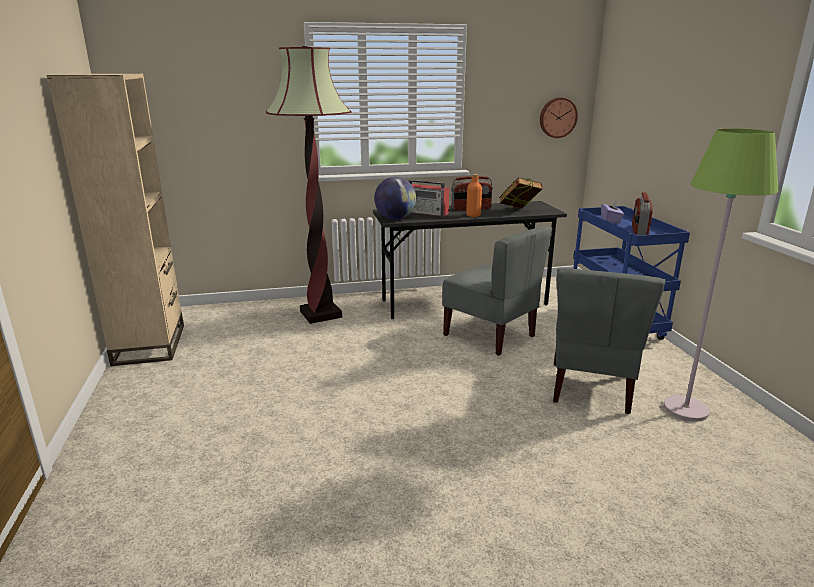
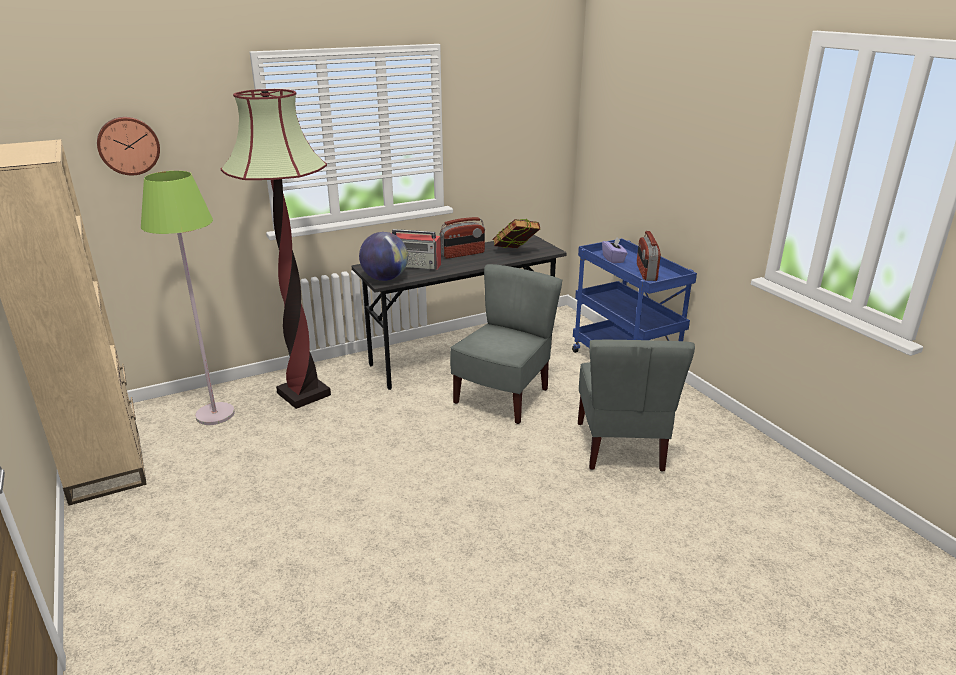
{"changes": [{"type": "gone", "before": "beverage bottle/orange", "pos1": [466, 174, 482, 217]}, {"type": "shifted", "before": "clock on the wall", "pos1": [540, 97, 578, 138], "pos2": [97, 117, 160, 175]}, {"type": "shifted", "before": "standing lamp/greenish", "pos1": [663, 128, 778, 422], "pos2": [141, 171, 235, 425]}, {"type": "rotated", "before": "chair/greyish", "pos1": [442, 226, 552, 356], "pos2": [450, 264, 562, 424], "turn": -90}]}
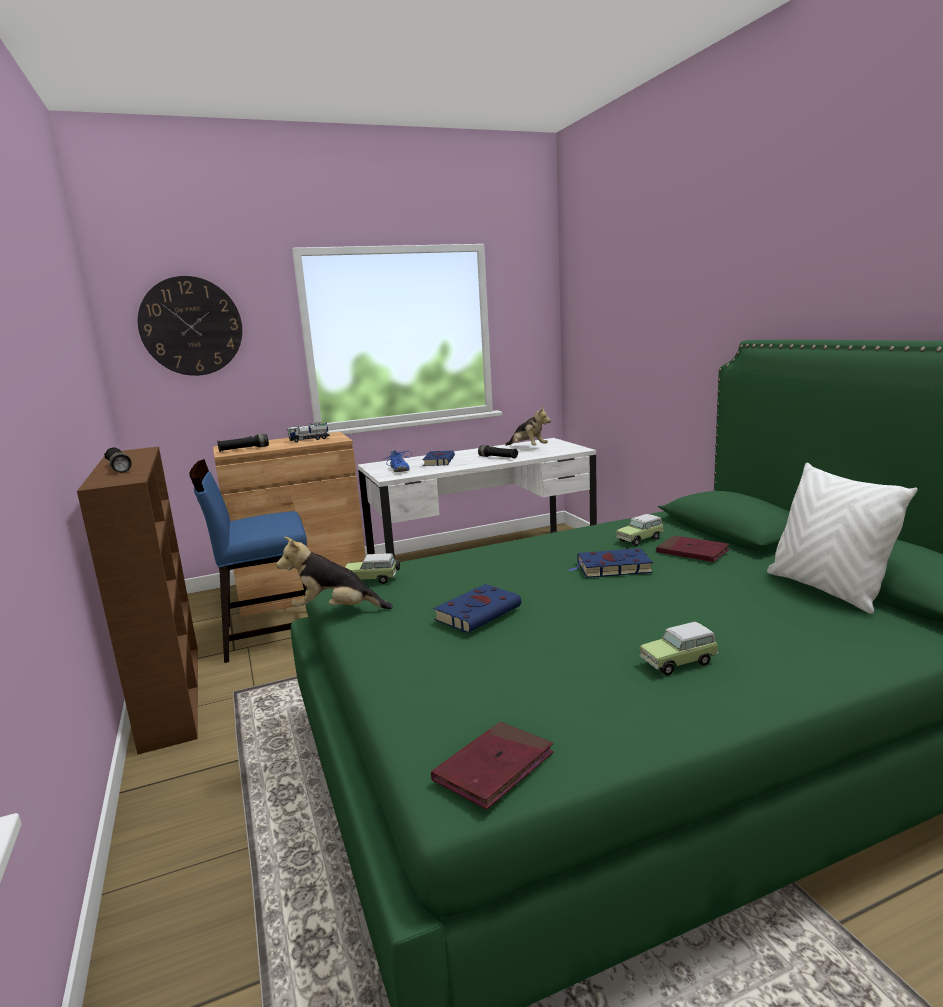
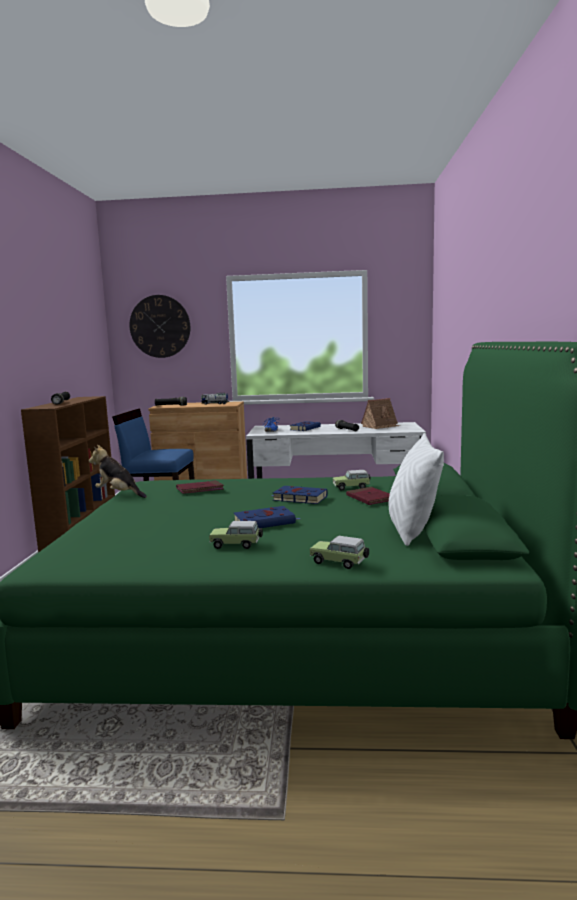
{"changes": [{"type": "shifted", "before": "toy car", "pos1": [345, 553, 400, 584], "pos2": [309, 536, 369, 569]}, {"type": "shifted", "before": "book/red-coloured", "pos1": [431, 722, 554, 810], "pos2": [176, 480, 224, 494]}, {"type": "shifted", "before": "book/blue-coloured", "pos1": [434, 584, 521, 633], "pos2": [234, 506, 300, 528]}, {"type": "swapped", "before": "plush toy", "after": "miniature house", "pos1": [505, 406, 551, 446], "pos2": [361, 398, 400, 429]}]}
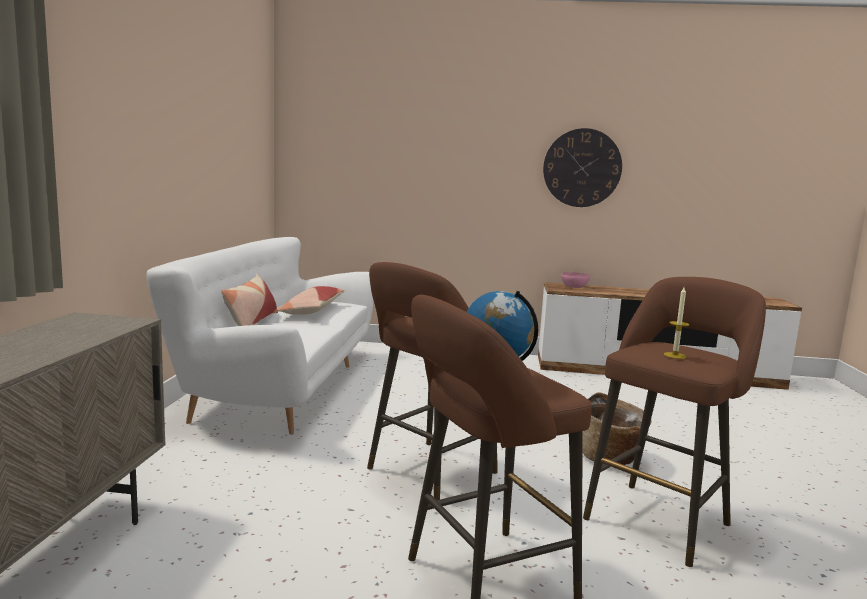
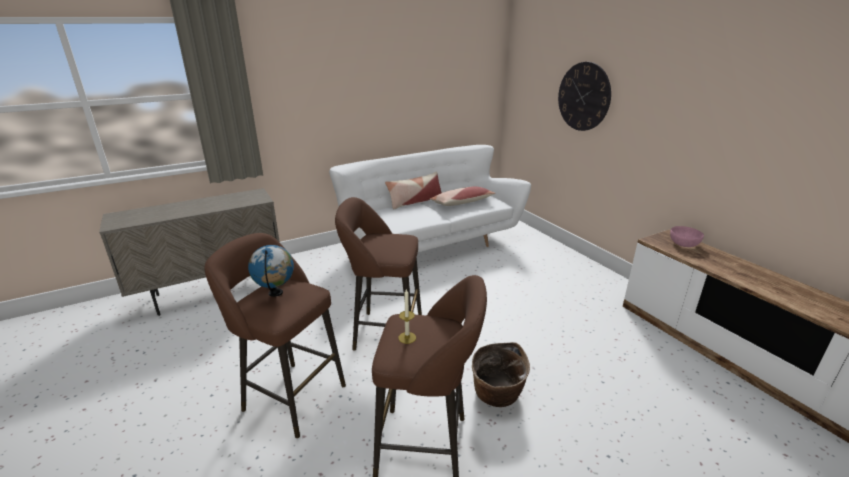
{"changes": [{"type": "shifted", "before": "clock on the wall", "pos1": [543, 128, 622, 207], "pos2": [558, 62, 611, 131]}]}
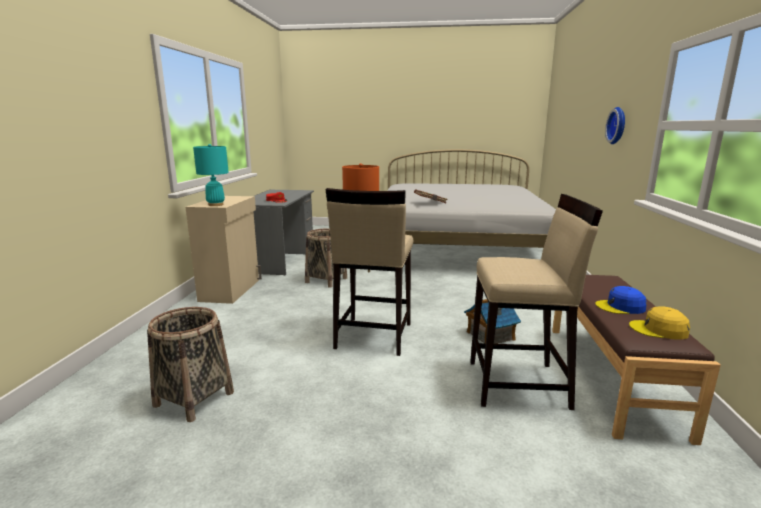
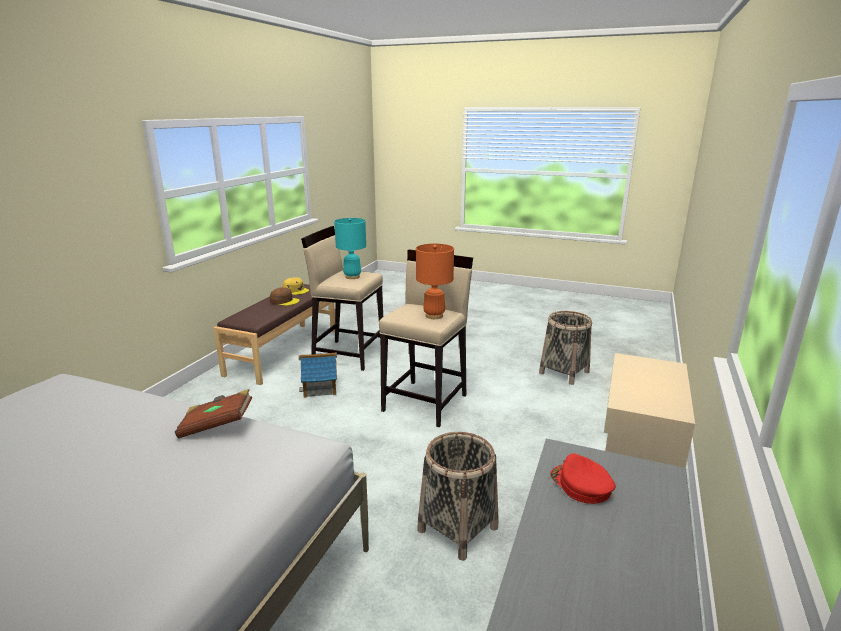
{"changes": [{"type": "gone", "before": "clock on the wall", "pos1": [605, 107, 625, 144]}, {"type": "shifted", "before": "tabletop lamp/turquoise", "pos1": [193, 144, 229, 206], "pos2": [334, 218, 366, 279]}, {"type": "repainted", "before": "baseball cap/blue-coloured", "after": "baseball cap/brownish", "pos1": [595, 286, 647, 314], "pos2": [270, 287, 300, 306]}]}
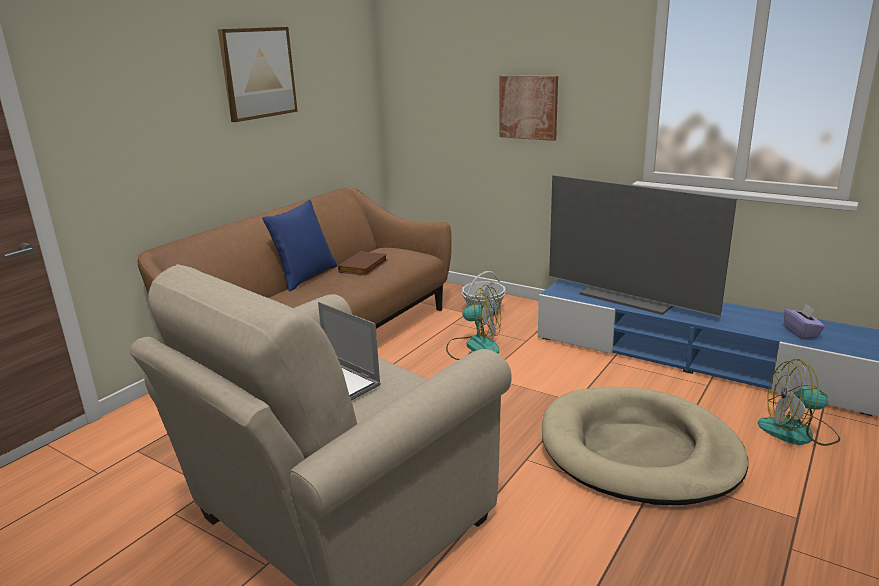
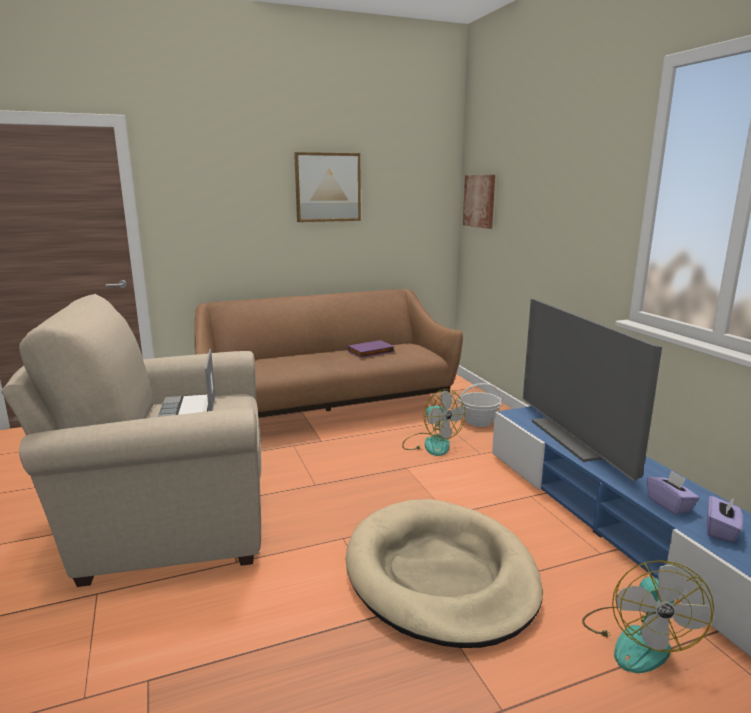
{"changes": [{"type": "gone", "before": "cushion/blue-coloured", "pos1": [262, 200, 337, 292]}, {"type": "new", "after": "box of tissues/purple", "pos2": [647, 471, 700, 515]}, {"type": "shifted", "before": "wall picture", "pos1": [500, 75, 558, 141], "pos2": [463, 175, 495, 229]}, {"type": "repainted", "before": "book/brownish", "after": "book/purple", "pos1": [338, 251, 387, 276], "pos2": [348, 340, 395, 358]}, {"type": "rotated", "before": "fan", "pos1": [758, 359, 840, 446], "pos2": [582, 560, 714, 673], "turn": -120}]}
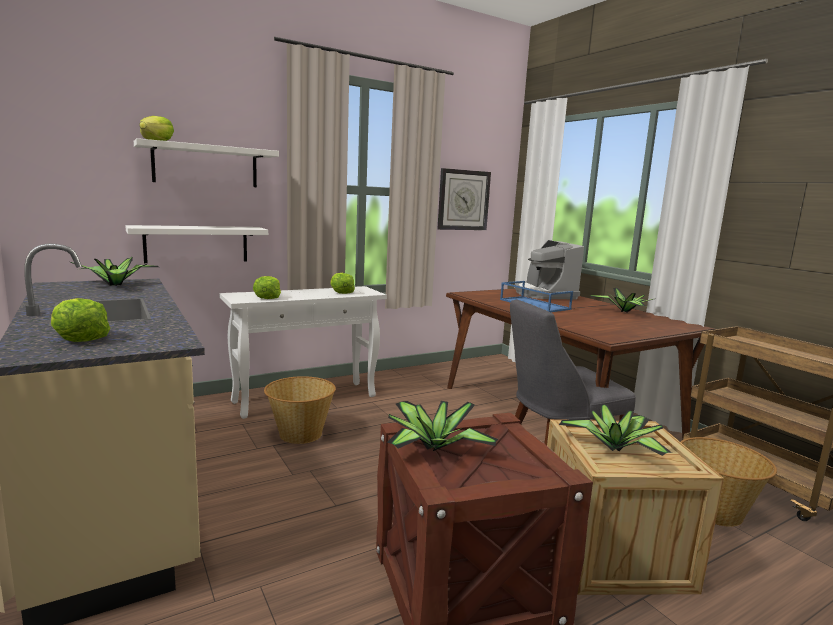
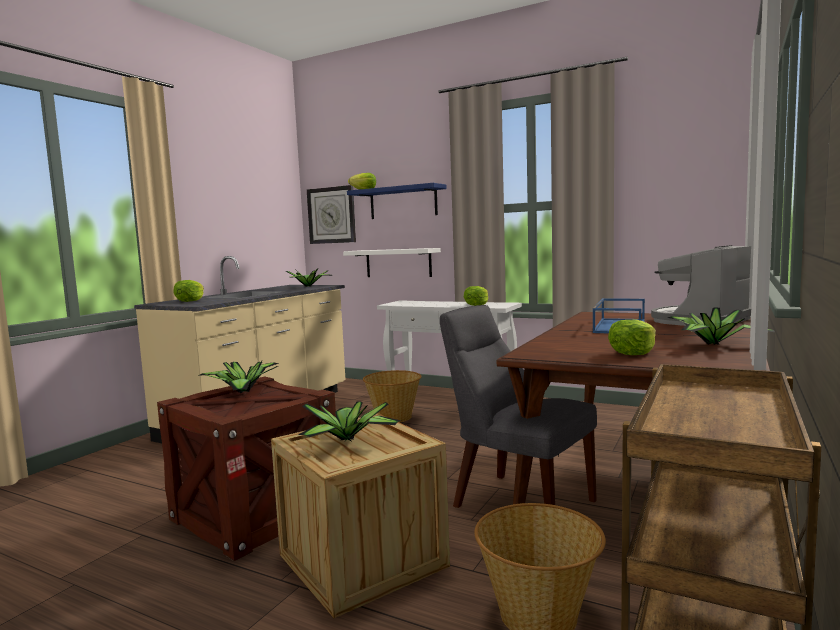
{"changes": [{"type": "shifted", "before": "lettuce head", "pos1": [253, 276, 281, 299], "pos2": [608, 319, 656, 355]}, {"type": "shifted", "before": "clock on the wall", "pos1": [438, 168, 491, 230], "pos2": [307, 185, 356, 244]}, {"type": "repainted", "before": "wall shelf/white-coloured", "after": "wall shelf/blue-coloured", "pos1": [134, 138, 279, 187], "pos2": [347, 183, 447, 219]}]}
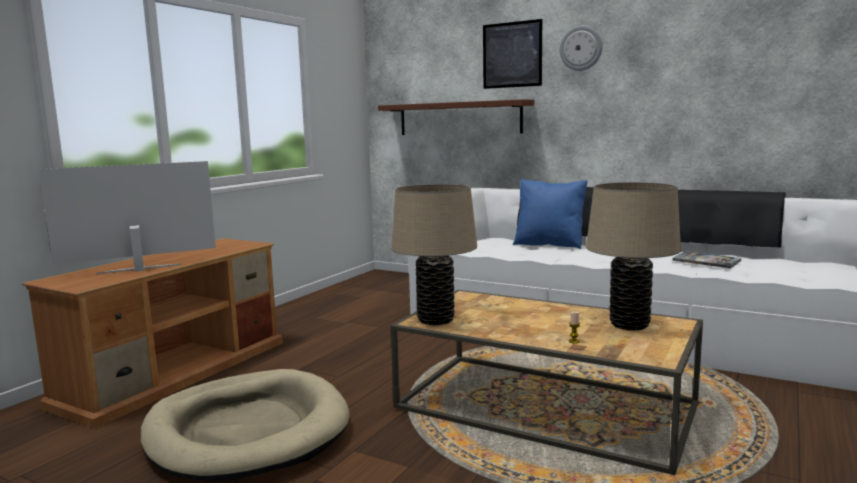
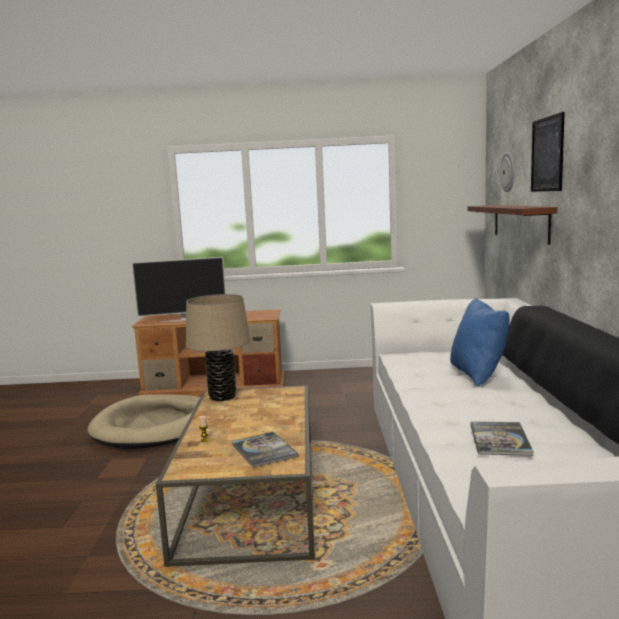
{"changes": [{"type": "shifted", "before": "clock on the wall", "pos1": [560, 25, 602, 71], "pos2": [500, 152, 515, 192]}, {"type": "swapped", "before": "tabletop lamp/beige-coloured", "after": "book", "pos1": [586, 182, 681, 330], "pos2": [232, 432, 298, 468]}, {"type": "rotated", "before": "TV set", "pos1": [39, 161, 216, 274], "pos2": [132, 257, 226, 322], "turn": 135}]}
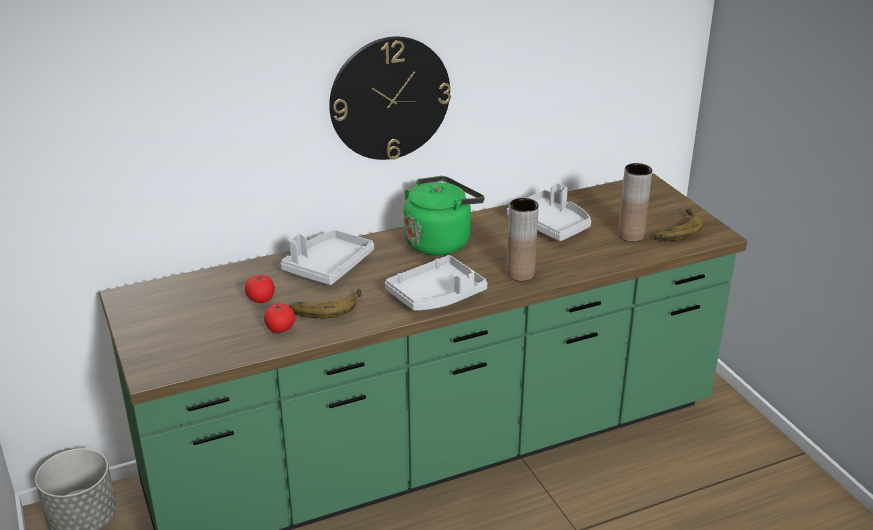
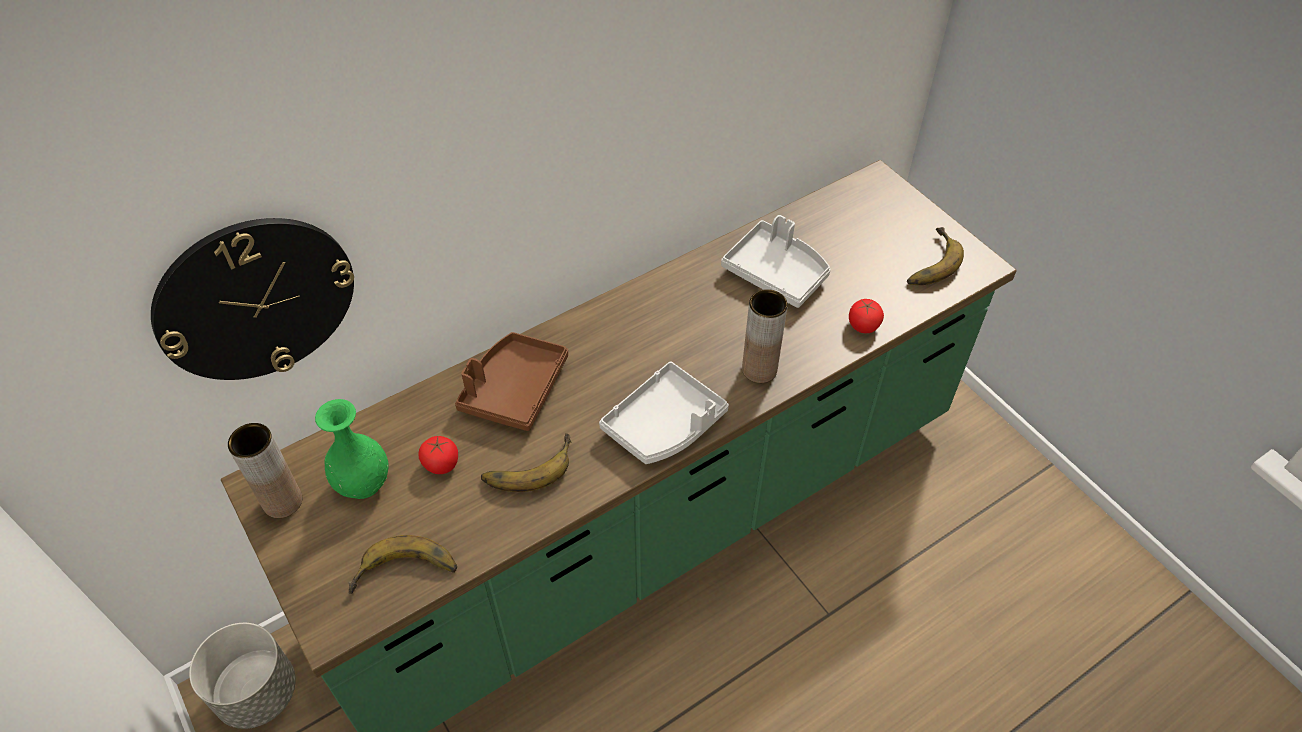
{"changes": [{"type": "gone", "before": "tea kettle/greenish", "pos1": [403, 176, 485, 256]}, {"type": "new", "after": "decorative vase/greenish", "pos2": [315, 399, 389, 499]}, {"type": "new", "after": "banana fruit", "pos2": [348, 535, 457, 594]}, {"type": "shifted", "before": "whole tomato", "pos1": [264, 303, 295, 333], "pos2": [849, 299, 884, 333]}, {"type": "shifted", "before": "clock on the wall", "pos1": [329, 37, 451, 160], "pos2": [151, 218, 354, 380]}, {"type": "shifted", "before": "decorative vase/brownish", "pos1": [618, 163, 652, 242], "pos2": [228, 423, 302, 518]}, {"type": "repainted", "before": "tray/greyish", "after": "tray/brownish", "pos1": [281, 230, 374, 285], "pos2": [455, 332, 568, 431]}]}
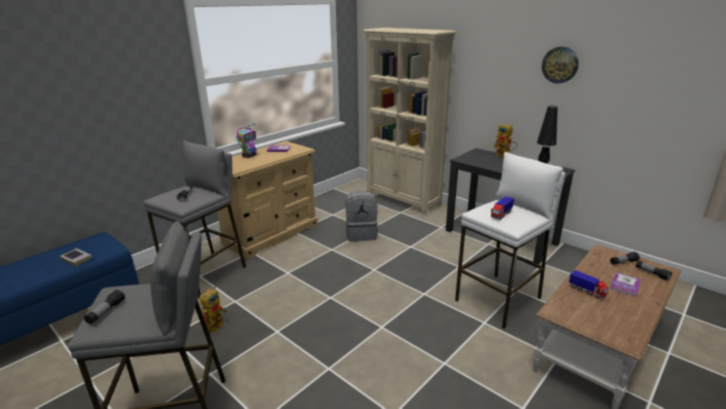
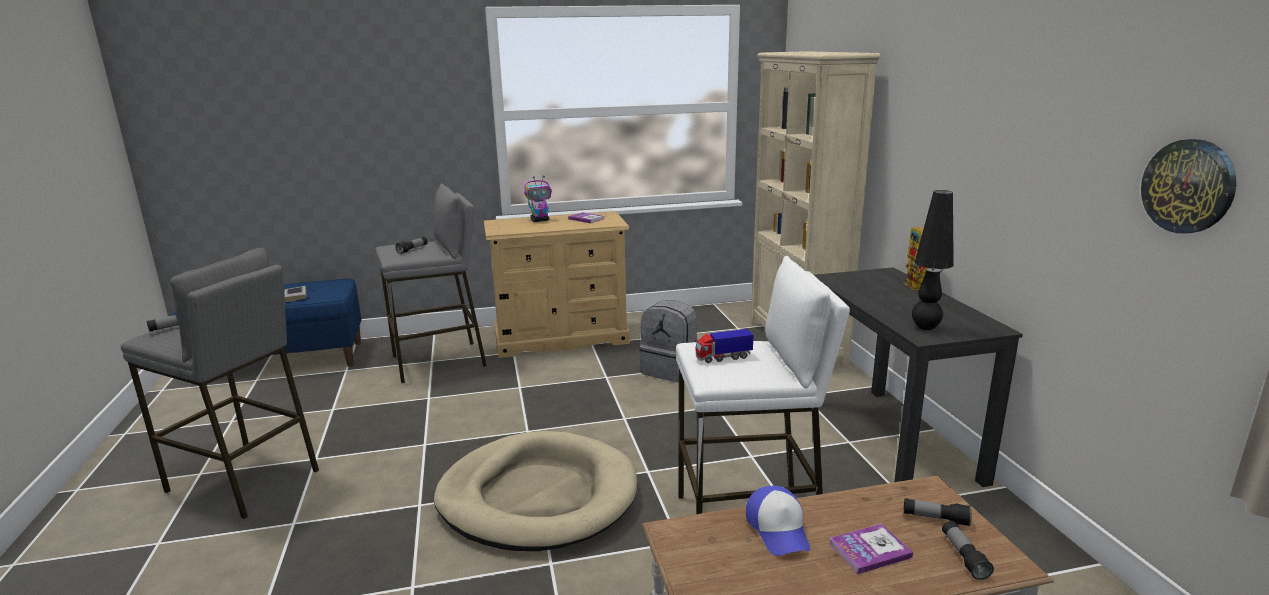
{"changes": [{"type": "gone", "before": "robot figure", "pos1": [199, 286, 227, 333]}, {"type": "new", "after": "dog cushion/beige-coloured", "pos2": [434, 431, 637, 551]}, {"type": "shifted", "before": "clock on the wall", "pos1": [542, 47, 579, 84], "pos2": [1141, 139, 1236, 233]}, {"type": "swapped", "before": "model truck", "after": "baseball cap", "pos1": [569, 270, 608, 299], "pos2": [746, 486, 810, 556]}]}
